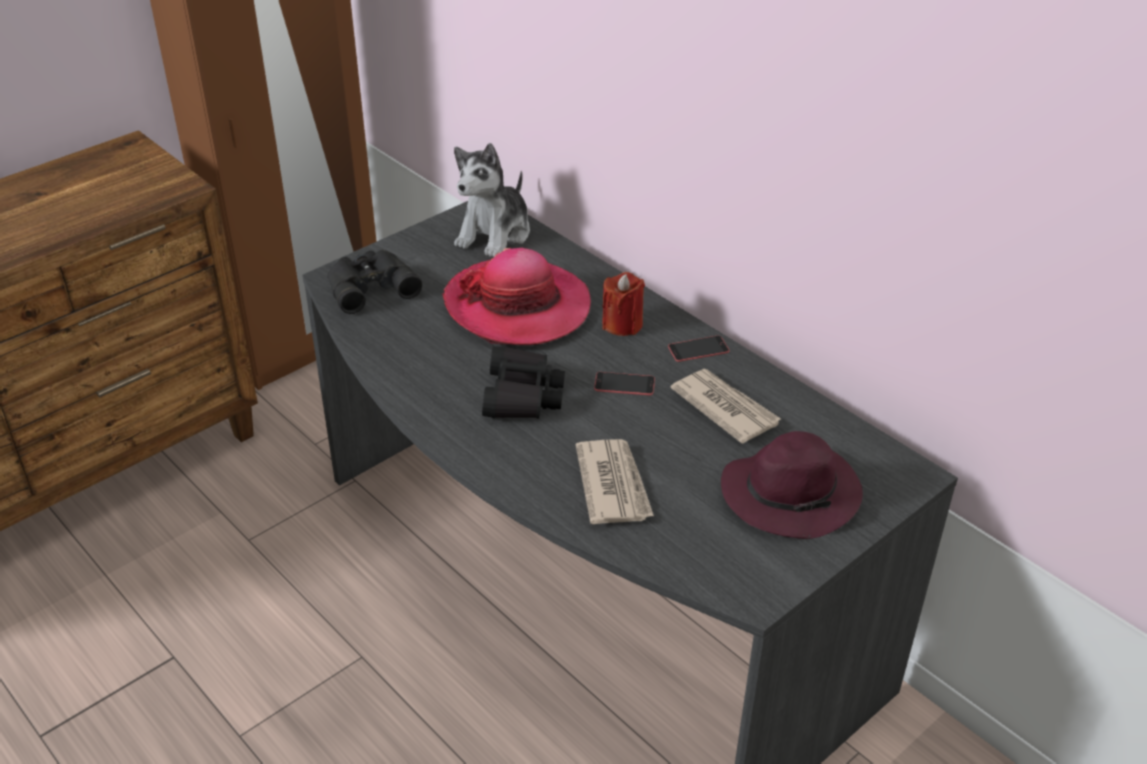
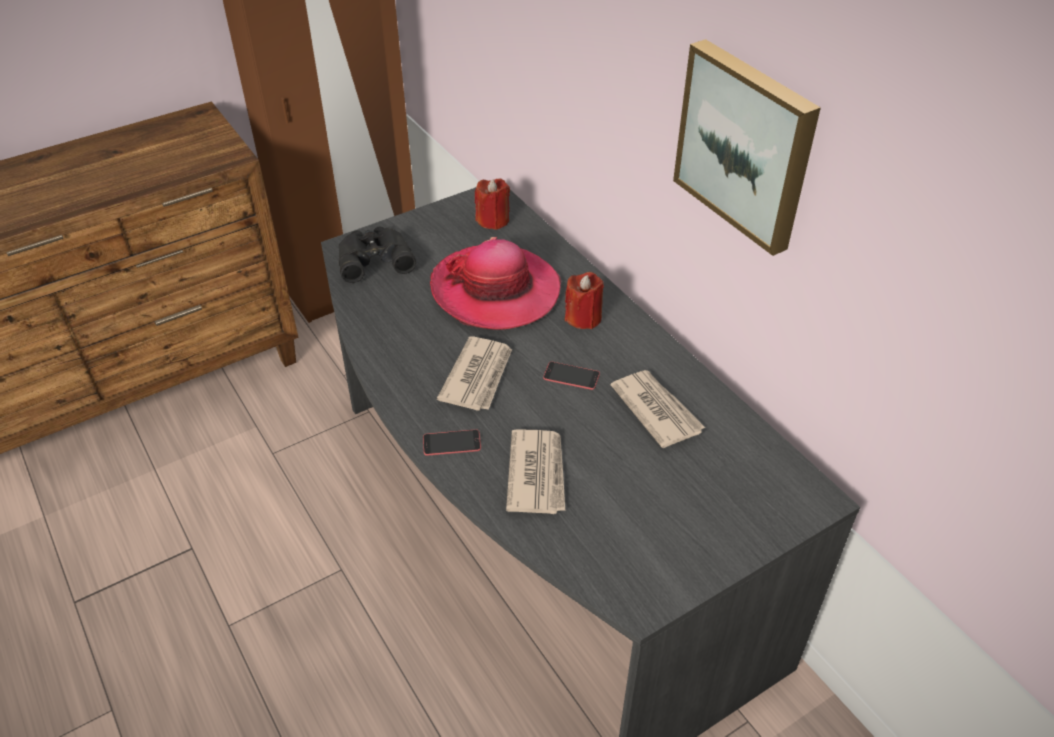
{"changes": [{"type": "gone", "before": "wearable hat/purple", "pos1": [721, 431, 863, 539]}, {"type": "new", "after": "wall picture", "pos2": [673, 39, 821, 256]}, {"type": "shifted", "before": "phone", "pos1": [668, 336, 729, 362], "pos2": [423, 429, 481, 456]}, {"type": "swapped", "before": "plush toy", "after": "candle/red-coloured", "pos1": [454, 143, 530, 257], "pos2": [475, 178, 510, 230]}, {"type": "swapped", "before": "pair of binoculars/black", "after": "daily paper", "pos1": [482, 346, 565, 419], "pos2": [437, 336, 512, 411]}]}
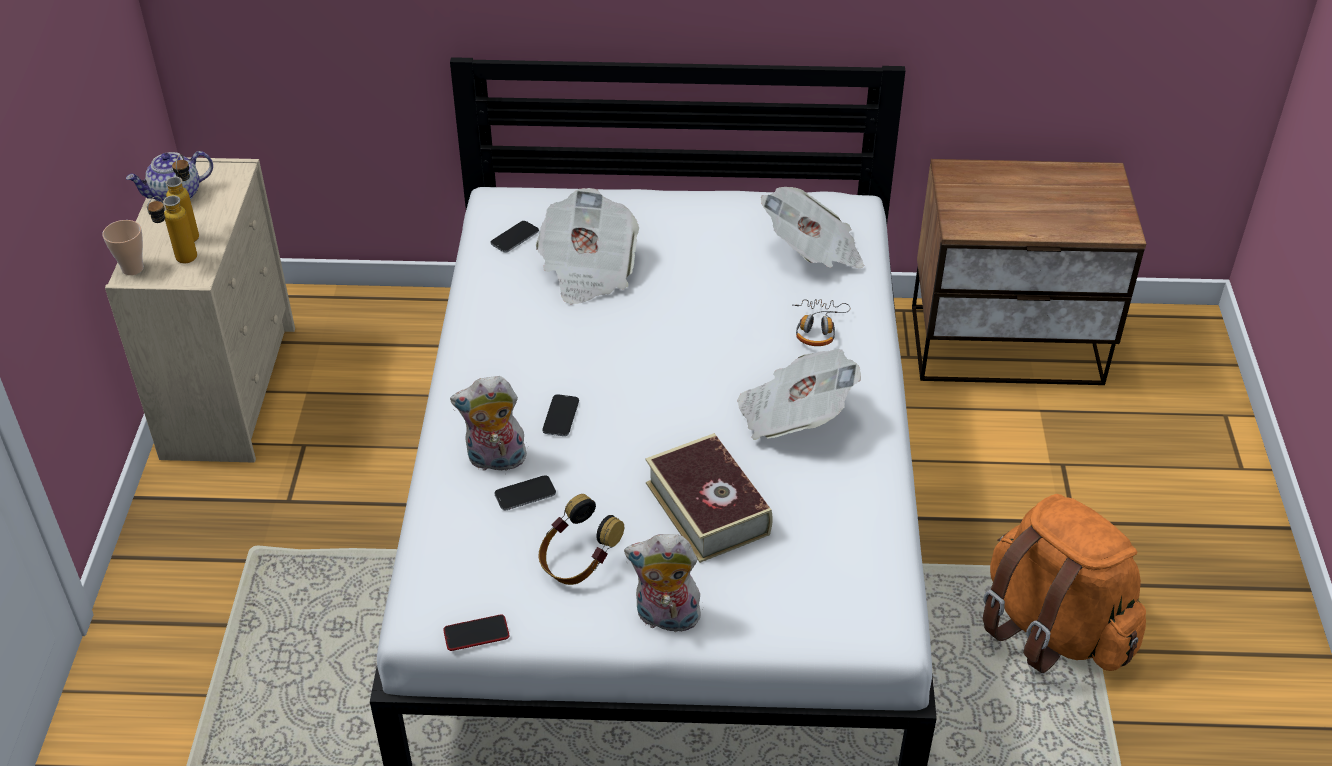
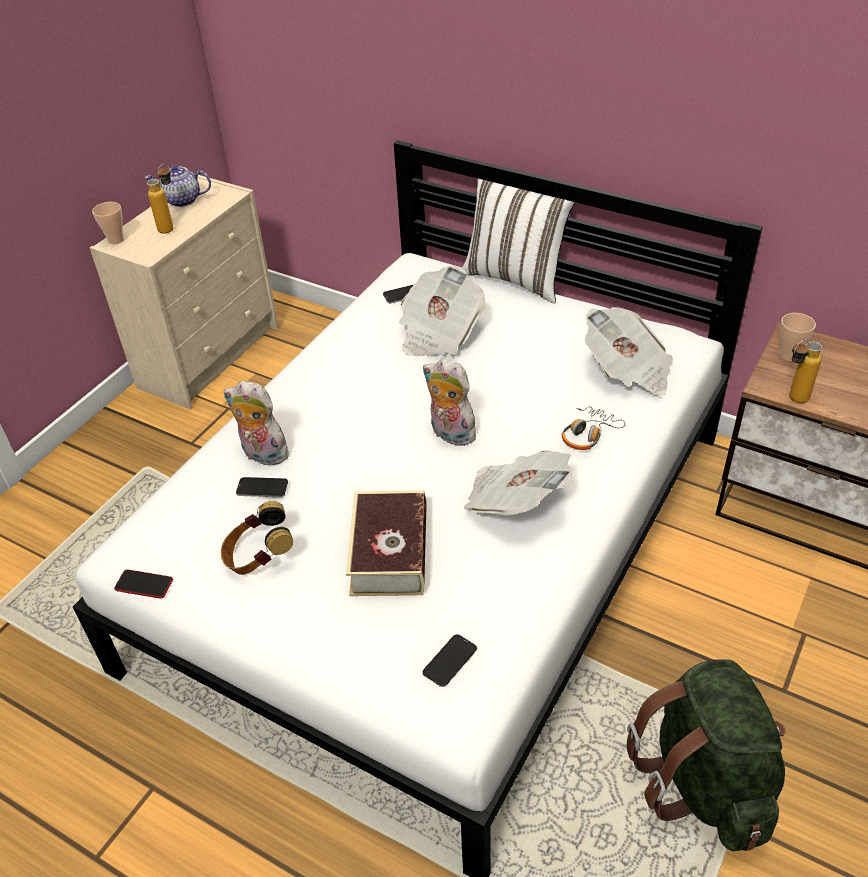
{"changes": [{"type": "new", "after": "cushion/white-coloured", "pos2": [462, 178, 575, 304]}, {"type": "new", "after": "small cup", "pos2": [780, 313, 816, 361]}, {"type": "shifted", "before": "beverage bottle", "pos1": [147, 195, 197, 263], "pos2": [789, 340, 822, 403]}, {"type": "shifted", "before": "phone", "pos1": [542, 394, 579, 436], "pos2": [422, 634, 477, 687]}, {"type": "shifted", "before": "plush toy", "pos1": [624, 534, 706, 632], "pos2": [423, 359, 482, 446]}, {"type": "repainted", "before": "knapsack/orange", "after": "knapsack/greenish", "pos1": [983, 494, 1146, 673], "pos2": [626, 659, 786, 852]}]}
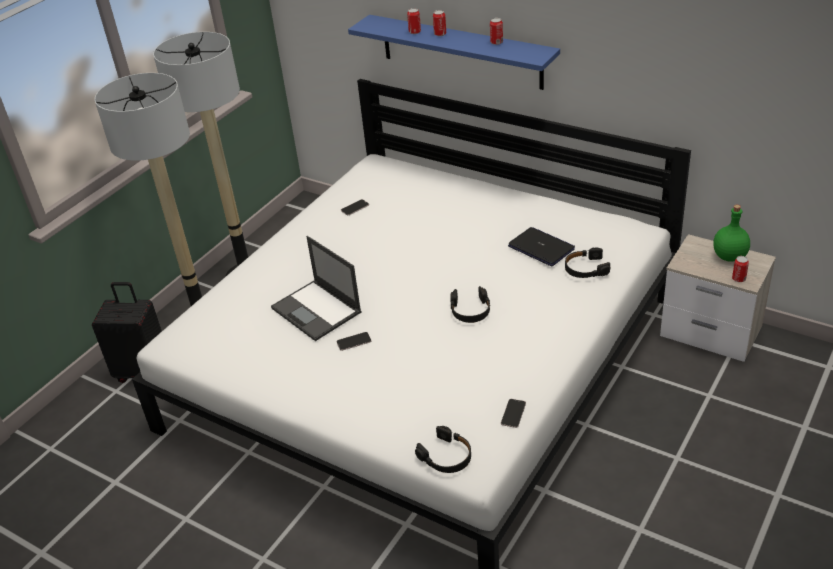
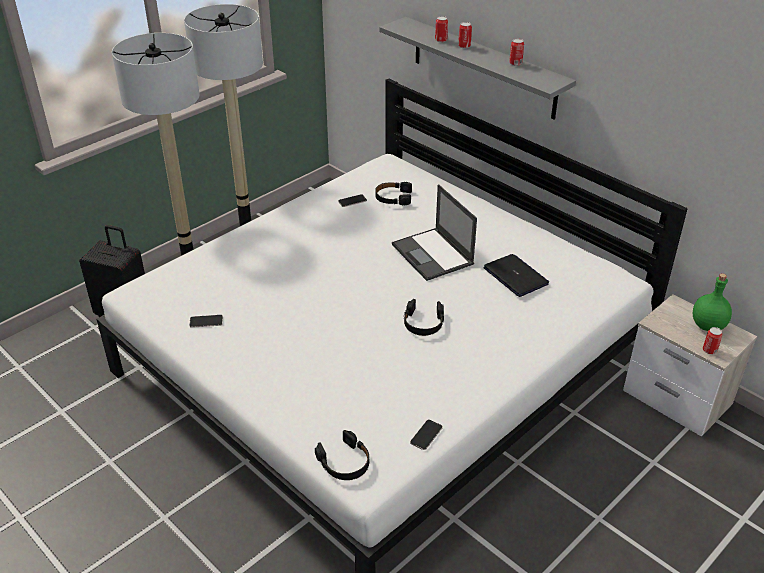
{"changes": [{"type": "shifted", "before": "laptop", "pos1": [271, 236, 362, 341], "pos2": [392, 184, 477, 281]}, {"type": "shifted", "before": "phone", "pos1": [336, 332, 371, 351], "pos2": [189, 315, 223, 328]}, {"type": "shifted", "before": "pair of headphones/black", "pos1": [565, 247, 610, 278], "pos2": [375, 182, 412, 206]}, {"type": "repainted", "before": "wall shelf/blue-coloured", "after": "wall shelf/greyish", "pos1": [348, 15, 560, 90], "pos2": [379, 17, 576, 120]}]}
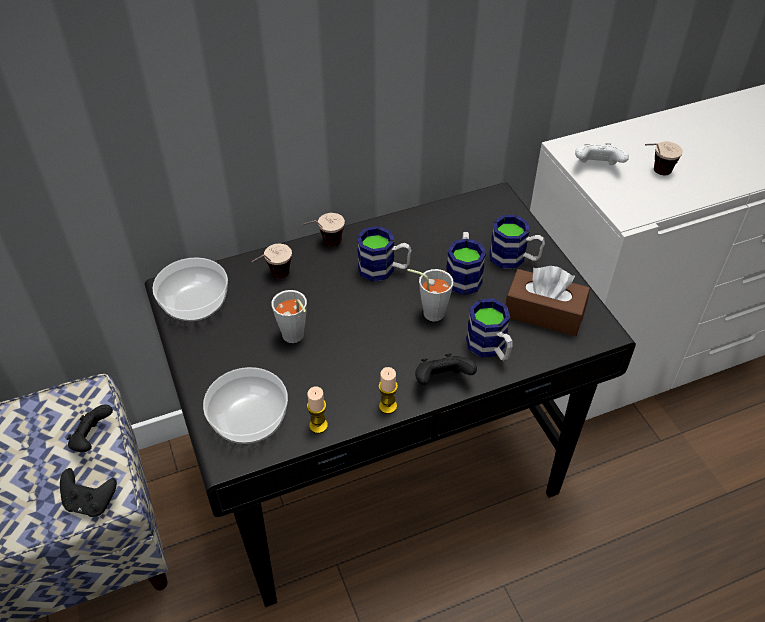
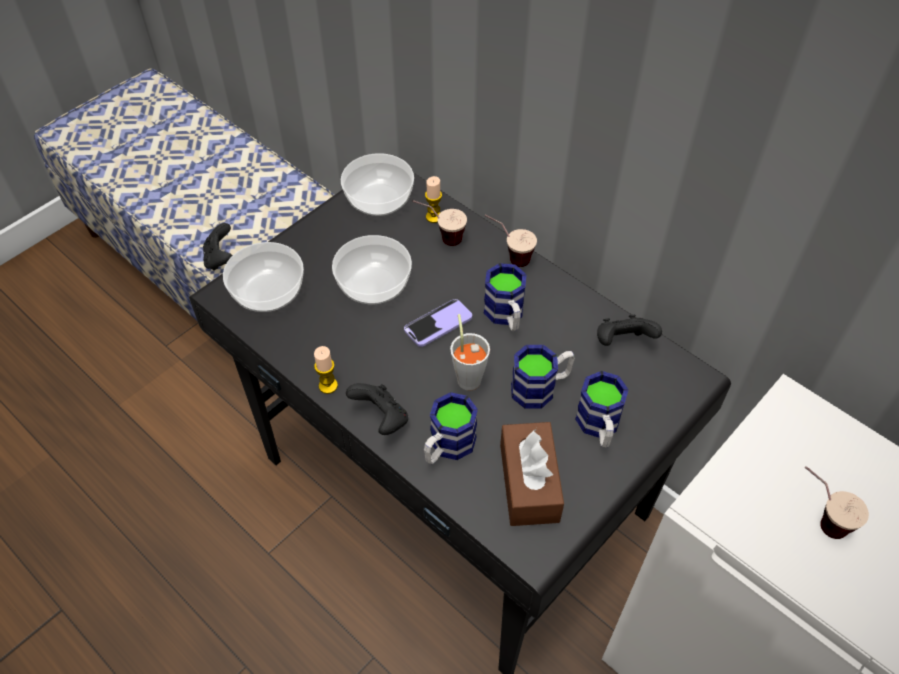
{"changes": [{"type": "gone", "before": "gamepad/white-coloured", "pos1": [575, 143, 629, 165]}, {"type": "new", "after": "phone", "pos2": [404, 299, 472, 347]}, {"type": "shifted", "before": "gamepad/black", "pos1": [67, 404, 113, 452], "pos2": [597, 315, 662, 346]}, {"type": "shifted", "before": "candle", "pos1": [307, 386, 328, 434], "pos2": [425, 176, 442, 223]}, {"type": "swapped", "before": "small cup/greyish", "after": "bowl", "pos1": [272, 290, 307, 343], "pos2": [332, 235, 412, 304]}]}
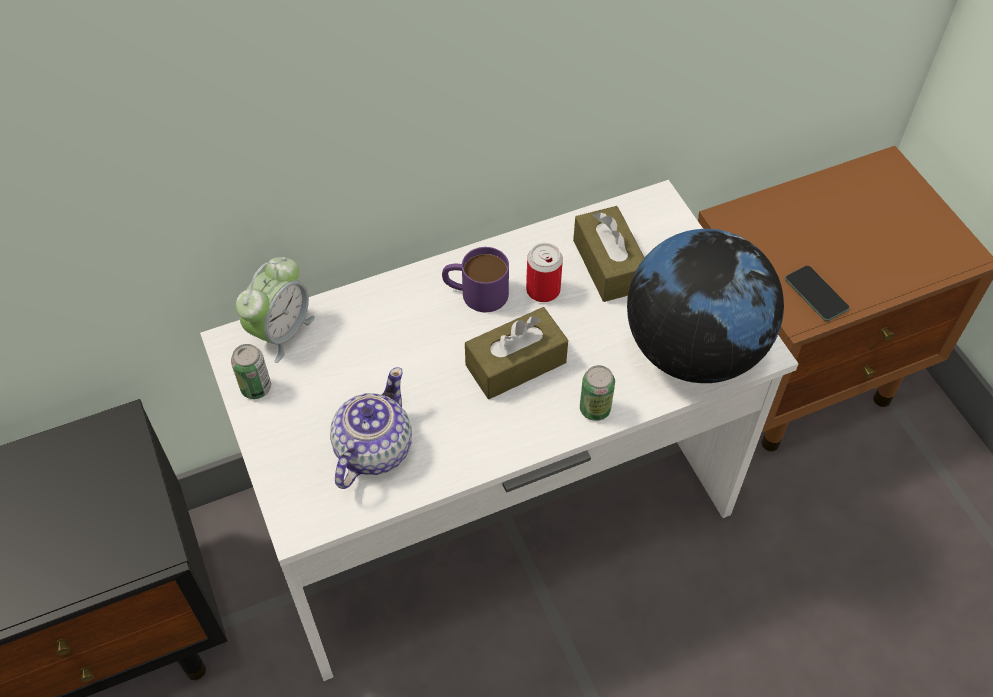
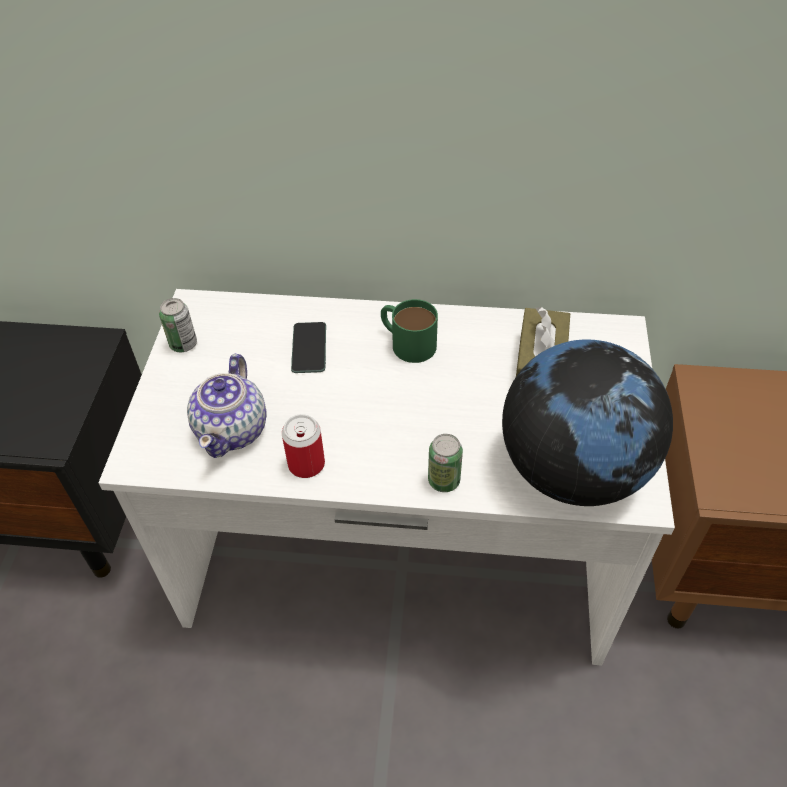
{"changes": [{"type": "gone", "before": "bedside clock", "pos1": [236, 257, 315, 363]}, {"type": "gone", "before": "box of tissues/brownish", "pos1": [465, 307, 568, 399]}, {"type": "shifted", "before": "sealed can", "pos1": [526, 243, 563, 302], "pos2": [282, 414, 325, 478]}, {"type": "shifted", "before": "phone", "pos1": [785, 266, 849, 321], "pos2": [291, 322, 326, 373]}, {"type": "repainted", "before": "tea mug/purple", "after": "tea mug/greenish", "pos1": [442, 247, 509, 312], "pos2": [381, 299, 438, 363]}, {"type": "rotated", "before": "teapot", "pos1": [330, 367, 412, 489], "pos2": [187, 354, 267, 458], "turn": 135}]}
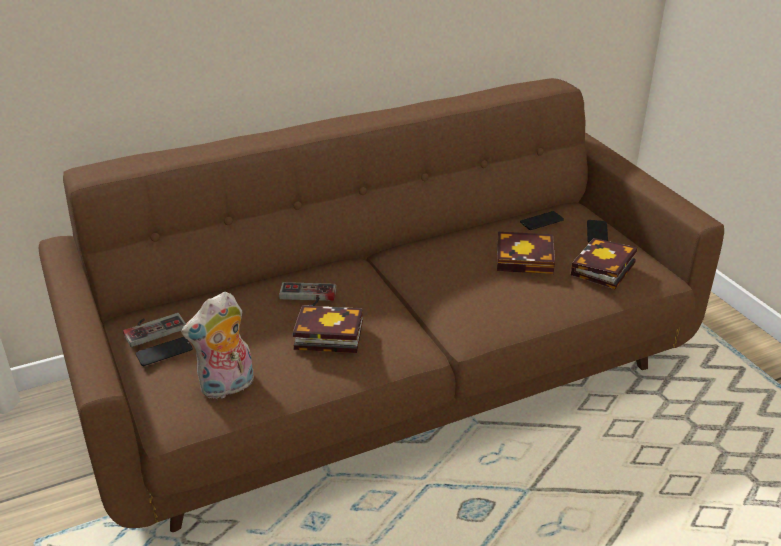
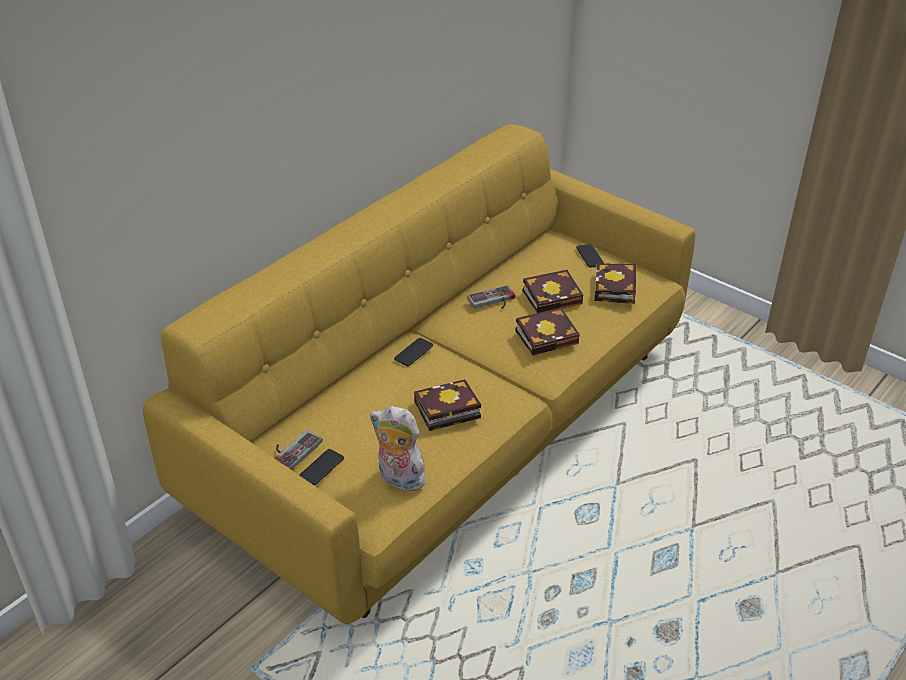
{"changes": [{"type": "new", "after": "book", "pos2": [515, 307, 580, 355]}, {"type": "shifted", "before": "gamepad", "pos1": [279, 282, 336, 306], "pos2": [467, 285, 515, 309]}, {"type": "shifted", "before": "phone", "pos1": [520, 211, 564, 230], "pos2": [394, 338, 433, 366]}, {"type": "repainted", "before": "couch/brownish", "after": "couch/yellow", "pos1": [39, 78, 724, 532], "pos2": [143, 124, 695, 624]}, {"type": "rotated", "before": "plush toy", "pos1": [181, 292, 254, 399], "pos2": [370, 406, 430, 491], "turn": 90}]}
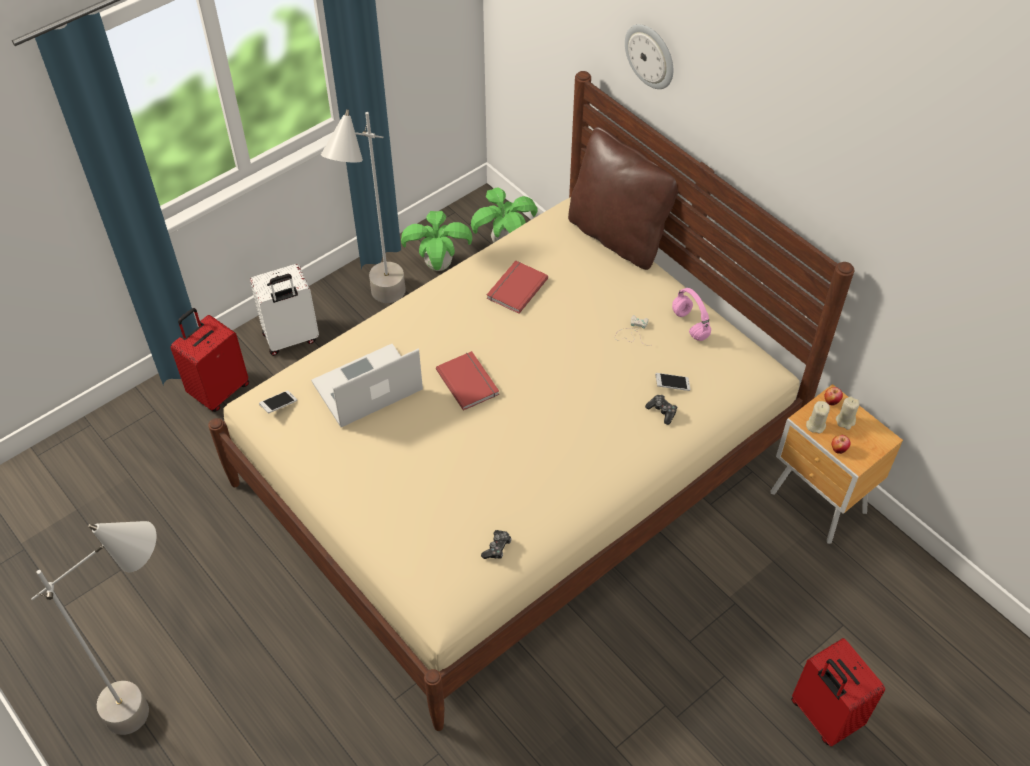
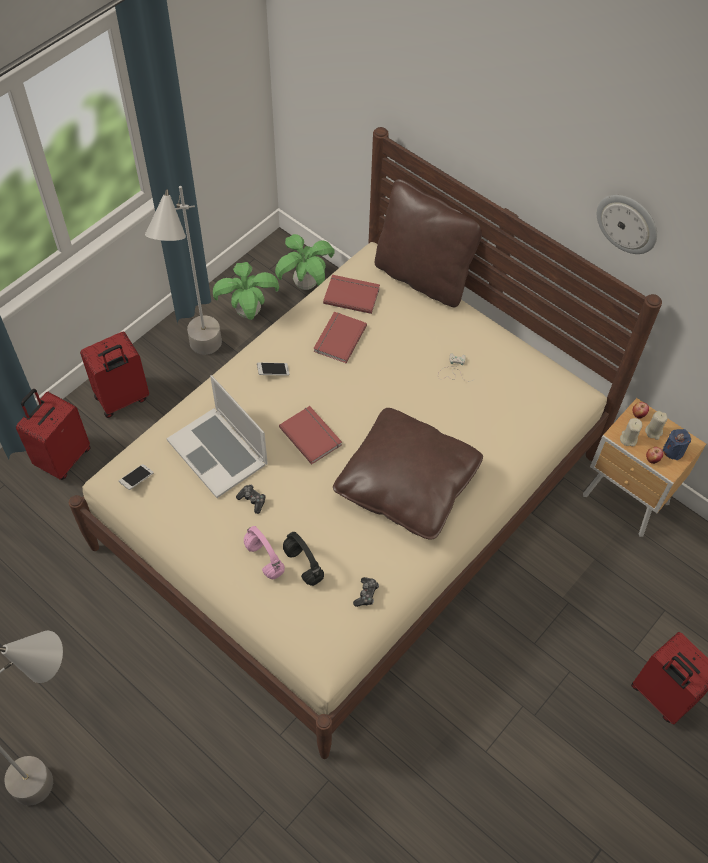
{"changes": [{"type": "new", "after": "pair of headphones/black", "pos2": [283, 532, 324, 586]}, {"type": "new", "after": "book/red-coloured", "pos2": [323, 275, 380, 314]}, {"type": "new", "after": "cushion/brownish", "pos2": [333, 408, 483, 540]}, {"type": "new", "after": "candle/blue-coloured", "pos2": [662, 429, 691, 460]}, {"type": "shifted", "before": "clock on the wall", "pos1": [625, 24, 673, 89], "pos2": [597, 195, 657, 254]}, {"type": "shifted", "before": "gamepad", "pos1": [645, 395, 677, 425], "pos2": [236, 485, 266, 514]}, {"type": "shifted", "before": "phone", "pos1": [655, 373, 691, 391], "pos2": [257, 362, 290, 376]}, {"type": "shifted", "before": "pair of headphones/pink", "pos1": [672, 288, 711, 341], "pos2": [244, 526, 285, 579]}, {"type": "repainted", "before": "travel case/white-coloured", "after": "travel case/red-coloured", "pos1": [250, 264, 319, 356], "pos2": [80, 332, 149, 418]}, {"type": "rotated", "before": "laptop", "pos1": [311, 344, 423, 427], "pos2": [166, 375, 268, 498], "turn": -90}]}
